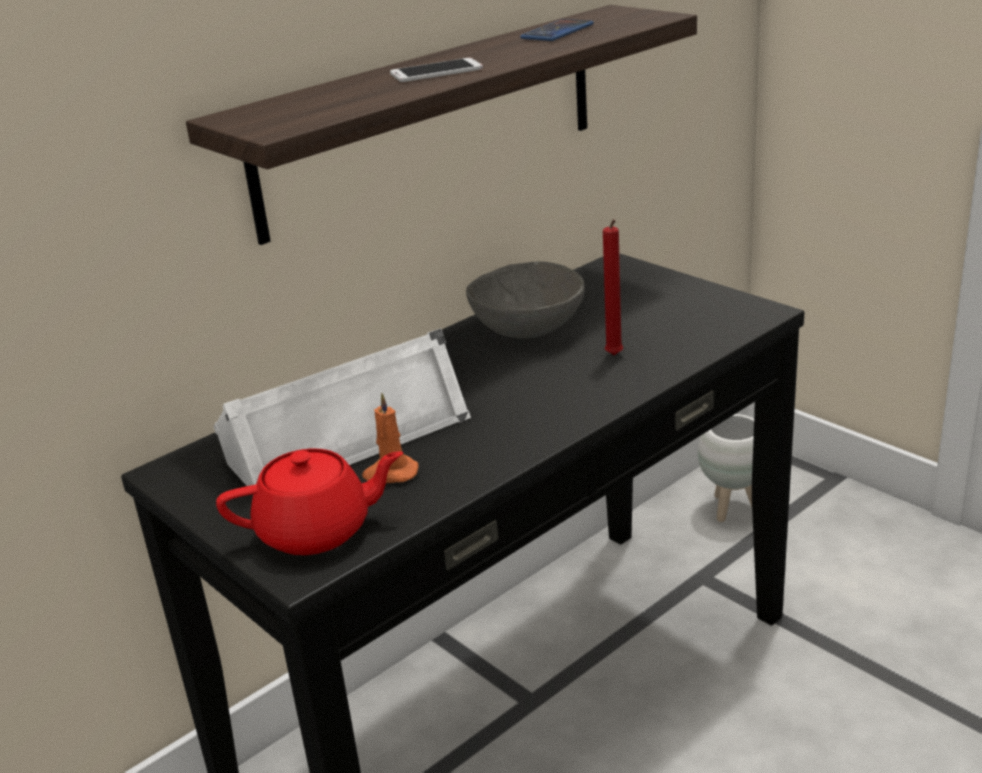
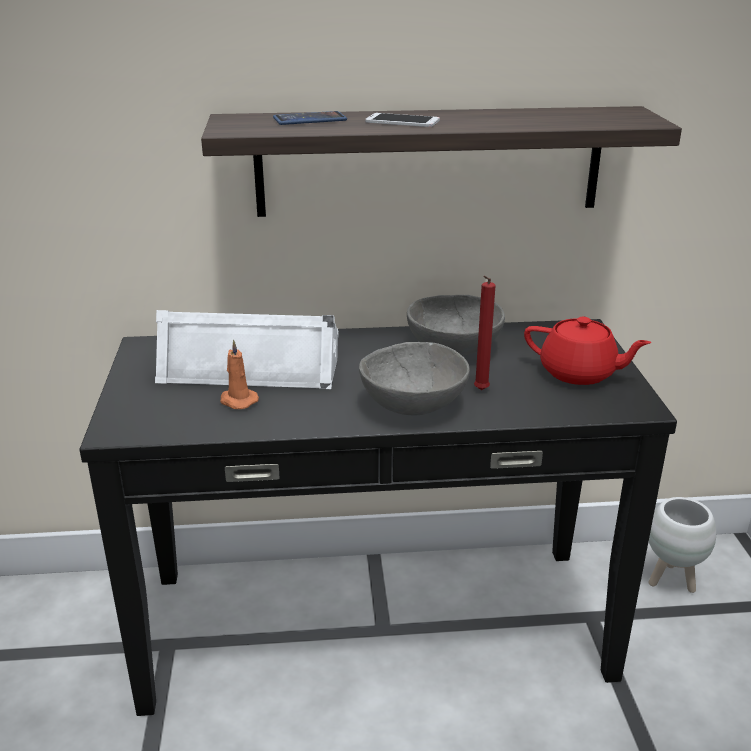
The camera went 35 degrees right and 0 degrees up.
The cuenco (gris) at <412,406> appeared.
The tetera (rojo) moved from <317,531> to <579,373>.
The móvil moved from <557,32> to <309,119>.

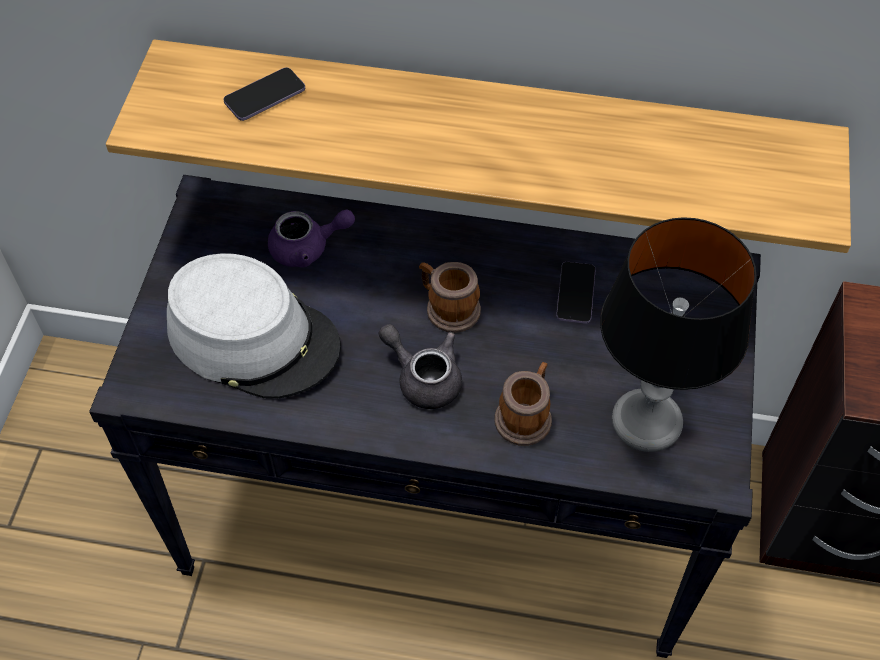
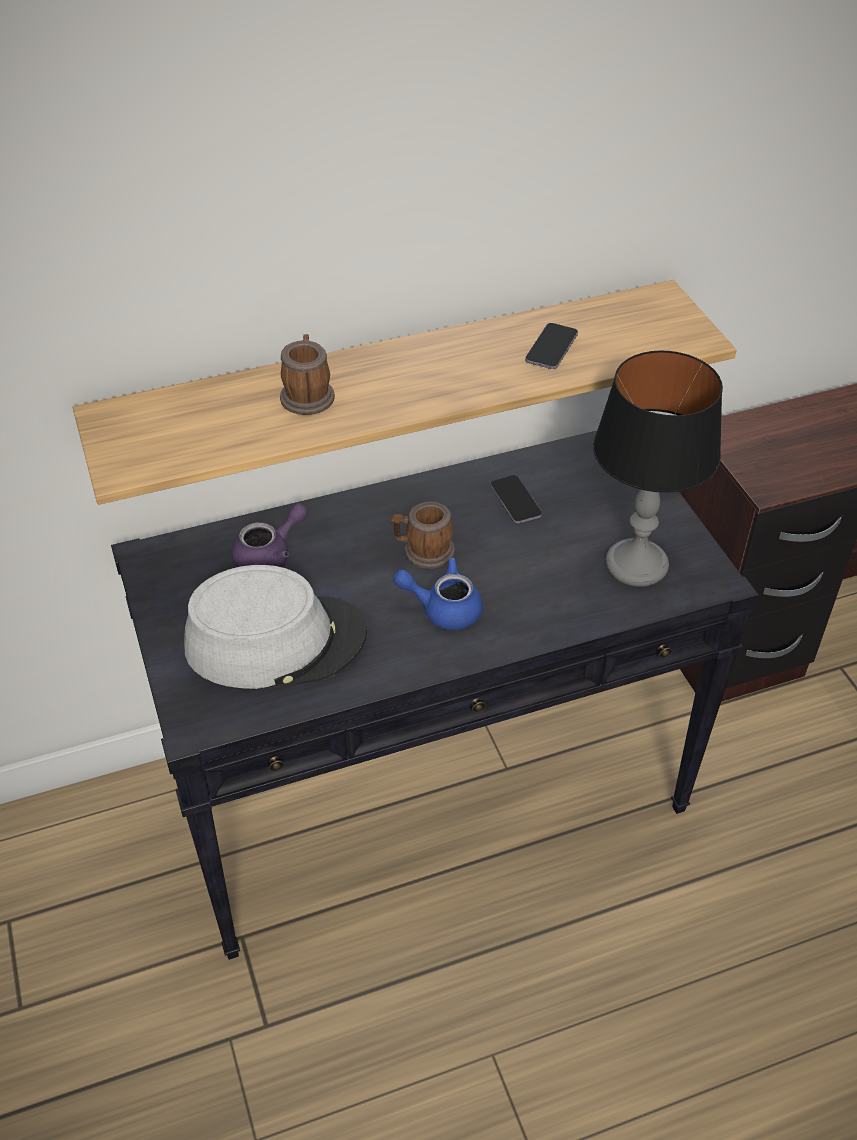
The camera went 30 degrees left and 10 degrees down.
The móvil moved from <265,96> to <551,348>.
The taza grande moved from <525,415> to <307,394>.
The tetera (gris) at <423,378> became the tetera (azul) at <443,608>.

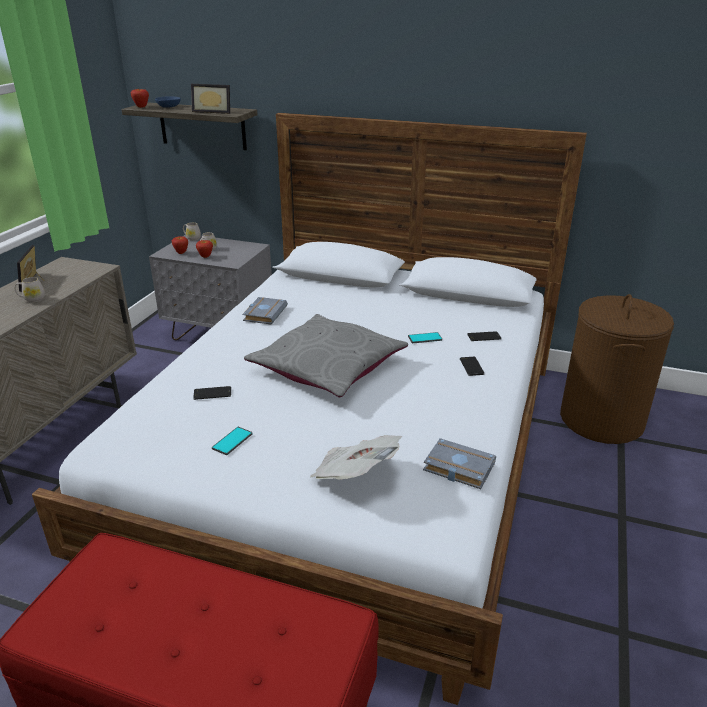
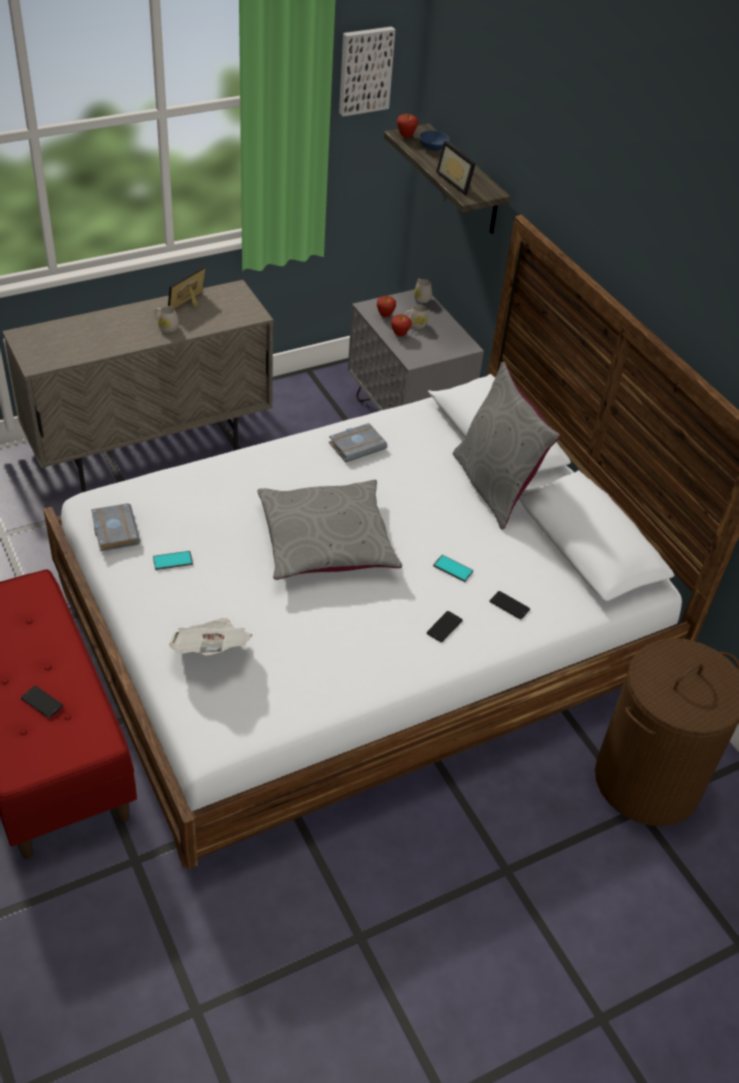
The camera went 40 degrees right and 15 degrees up.
The cuadro at <364,70> appeared.
The cojín (gris) at <494,487> appeared.
The móvil moved from <212,393> to <42,702>.
The libro (gris) moved from <457,468> to <113,530>.

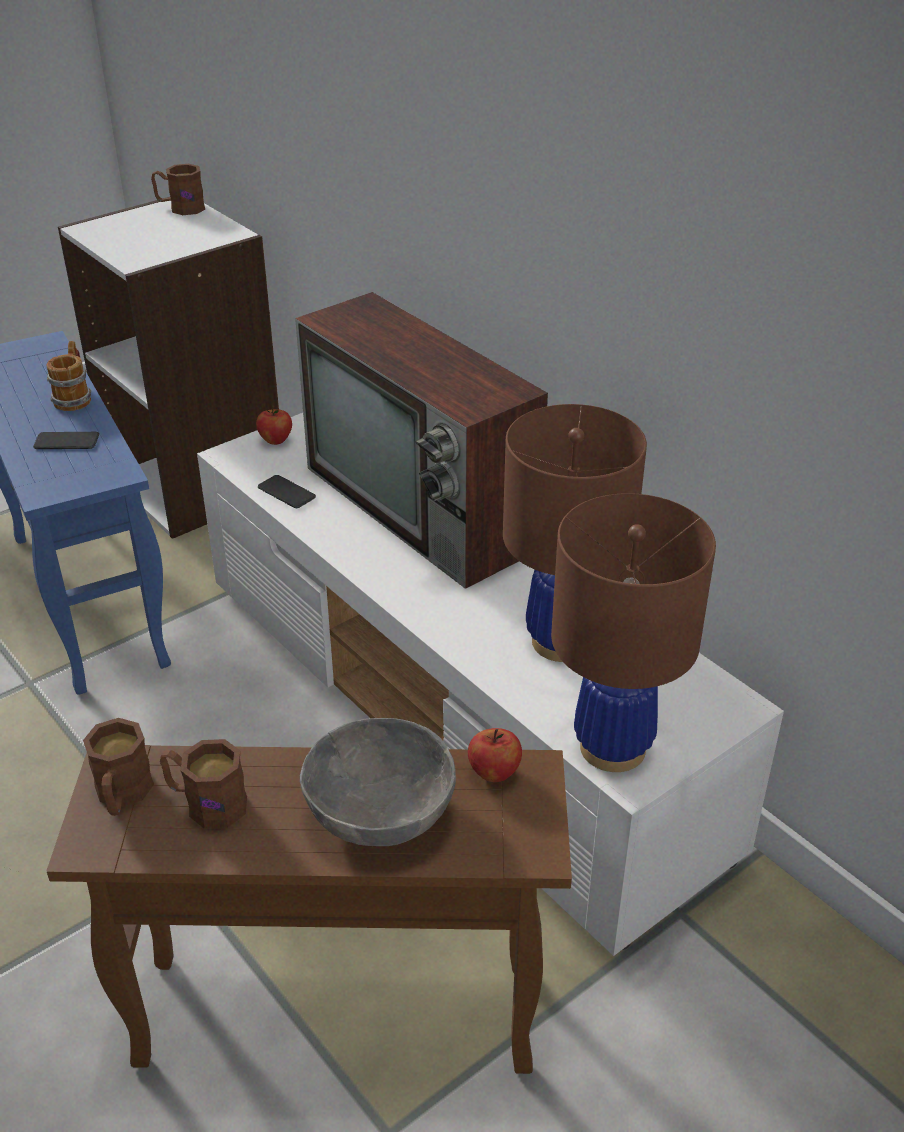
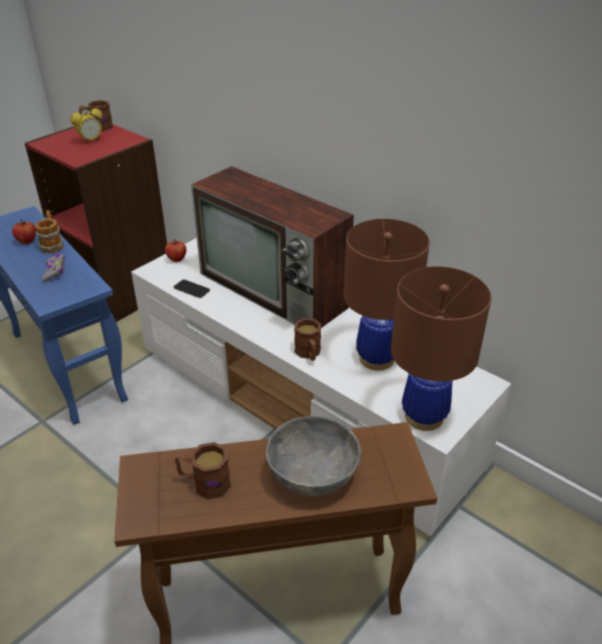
The camera went 10 degrees left and 0 degrees up.
The despertador at <91,140> appeared.
The taza grande (marrón) moved from <122,795> to <309,354>.
The manzana moved from <494,773> to <27,241>.
The móvil at <66,442> was replaced by the mando de consola (gris) at <55,271>.
The estantería (blanco) at <199,484> became the estantería (rojo) at <120,291>.

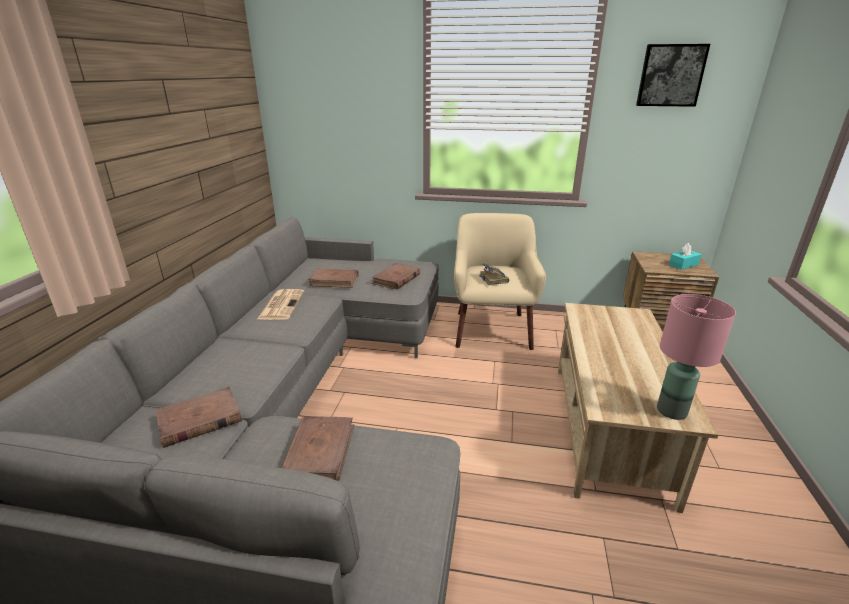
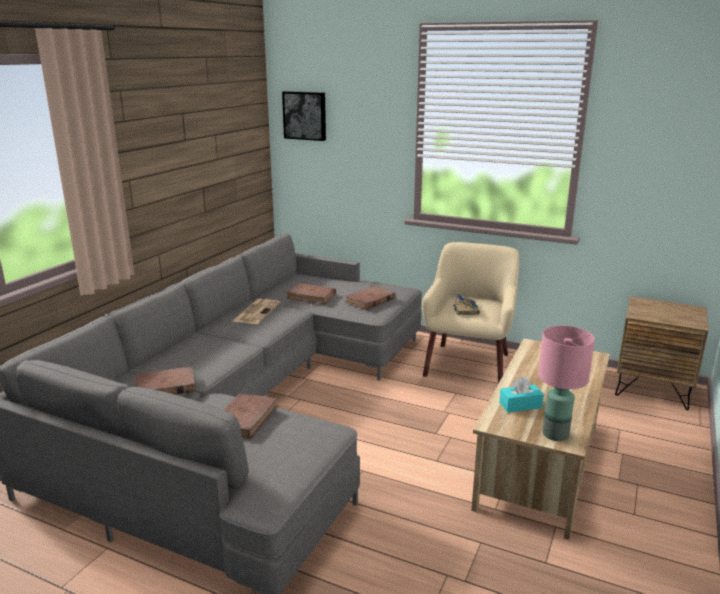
The camera went 15 degrees right and 5 degrees down.
The cuadro moved from <670,75> to <305,115>.
The caja de pañuelos (turquesa) moved from <683,265> to <520,405>.

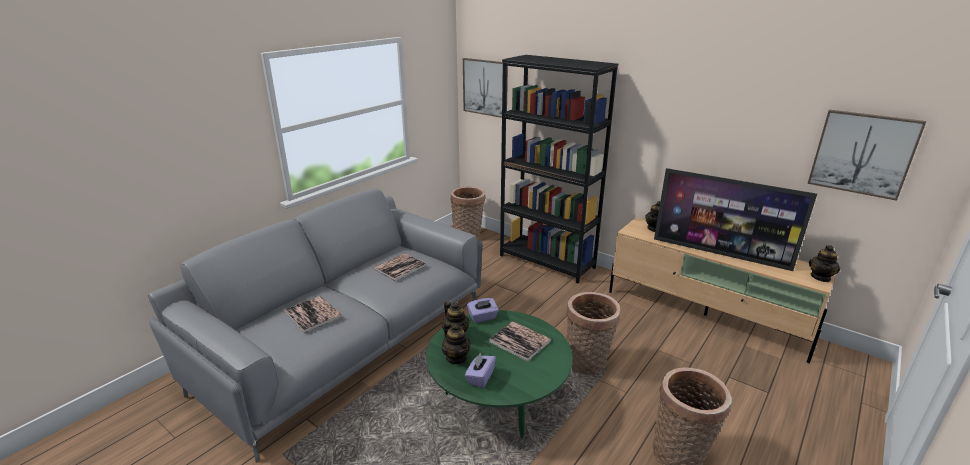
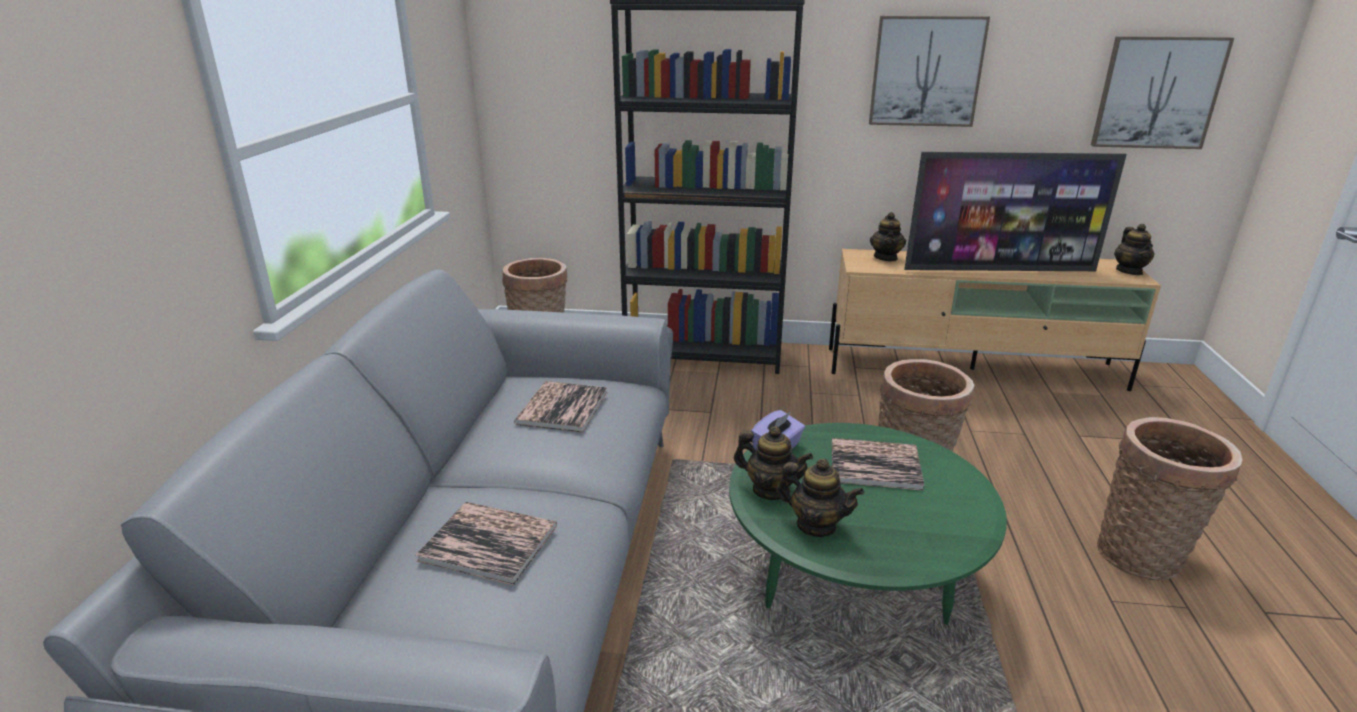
The camera went 30 degrees left and 0 degrees up.
The caja de pañuelos (morado) at <480,377> disappeared.
The cuadro moved from <485,87> to <926,71>.

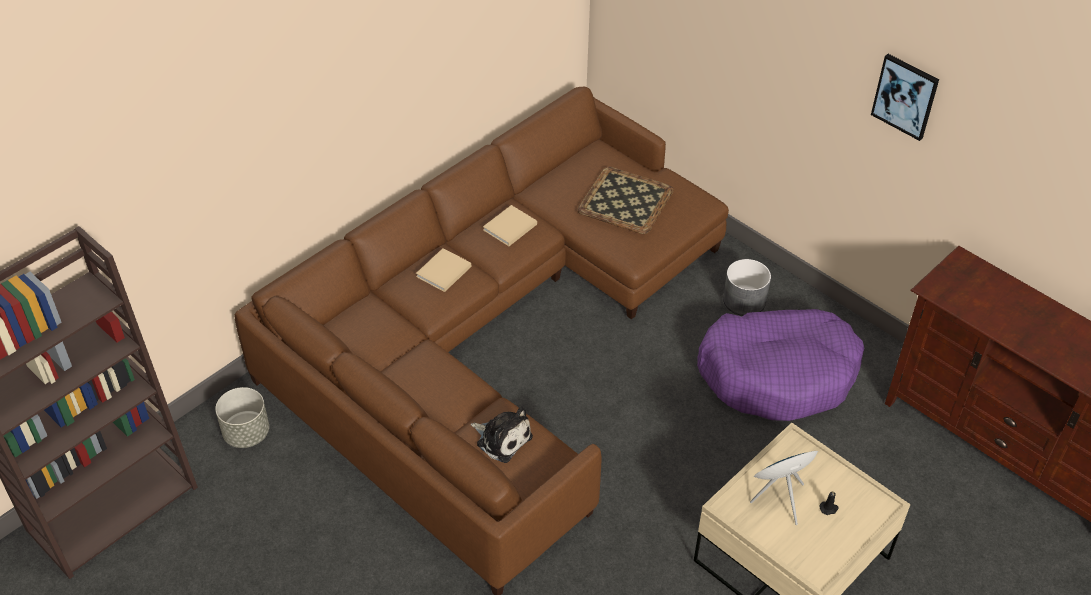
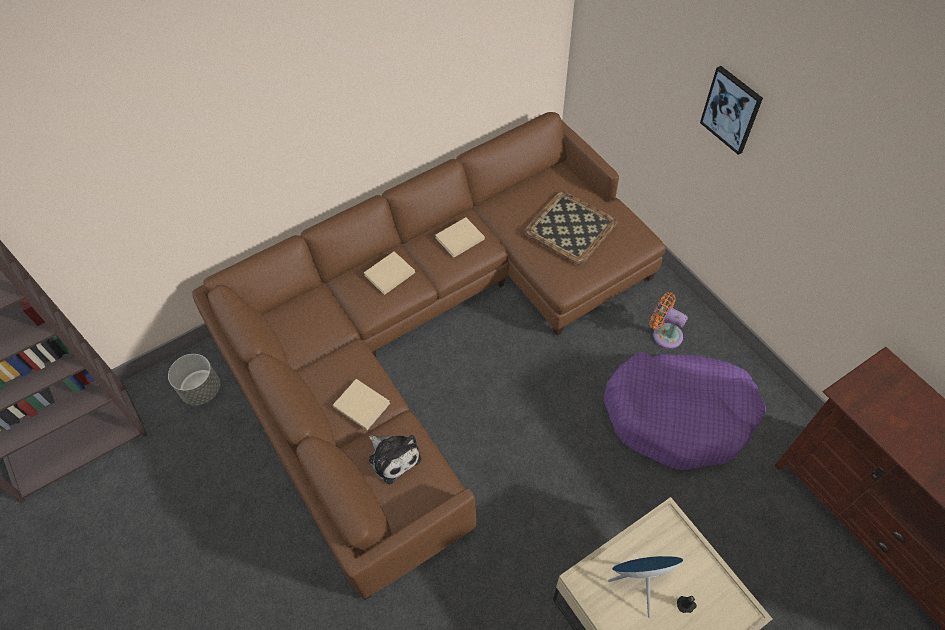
The camera went 15 degrees right and 10 degrees up.
The libro (beis) at <360,404> appeared.
The cuadro moved from <905,96> to <731,110>.
The maceta (gris) at <744,301> was replaced by the ventilador (naranja) at <664,334>.

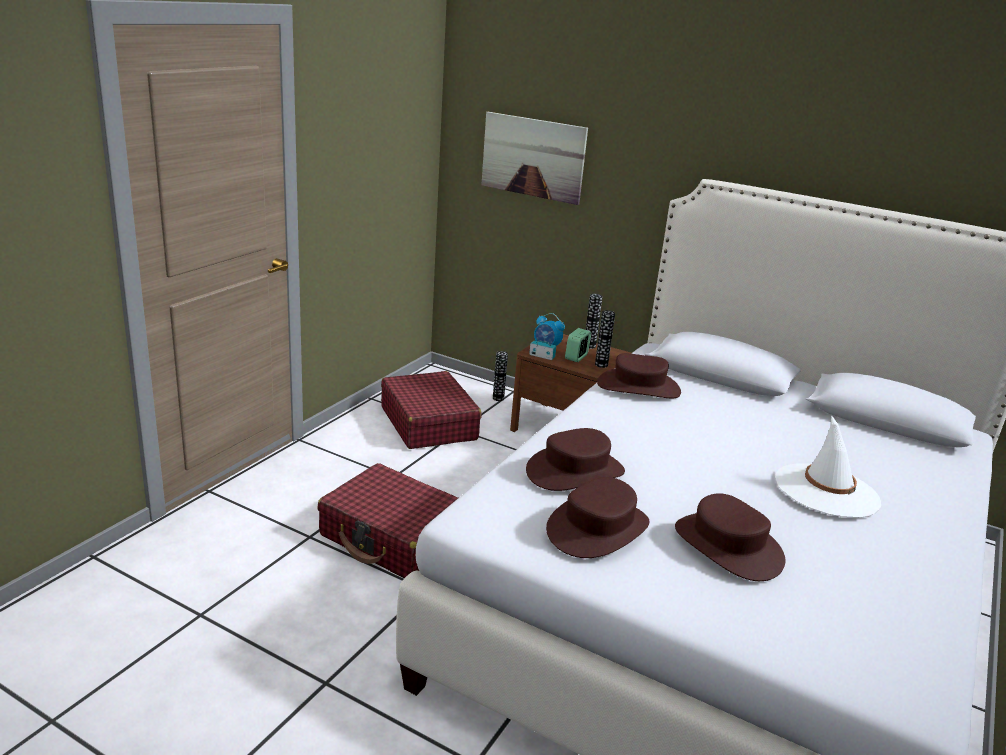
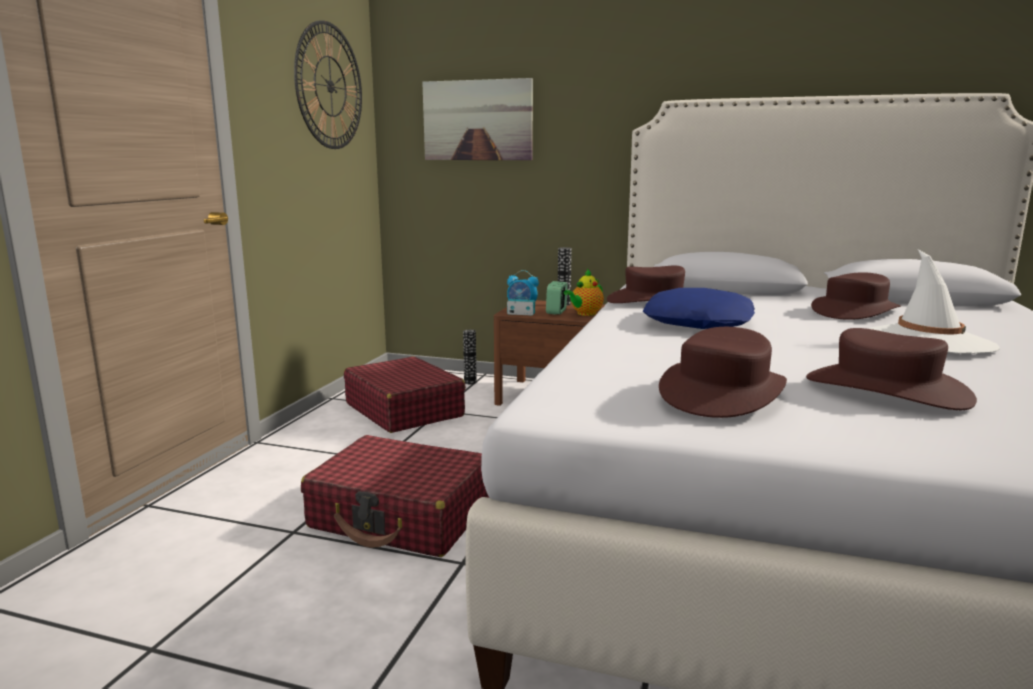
The camera went 10 degrees left and 10 degrees down.
The reloj de pared at <330,86> appeared.
The cojín (azul) at <699,322> appeared.
The sombrero (marrón) moved from <575,471> to <854,311>.
The florero at <601,365> was replaced by the tetera at <585,314>.

